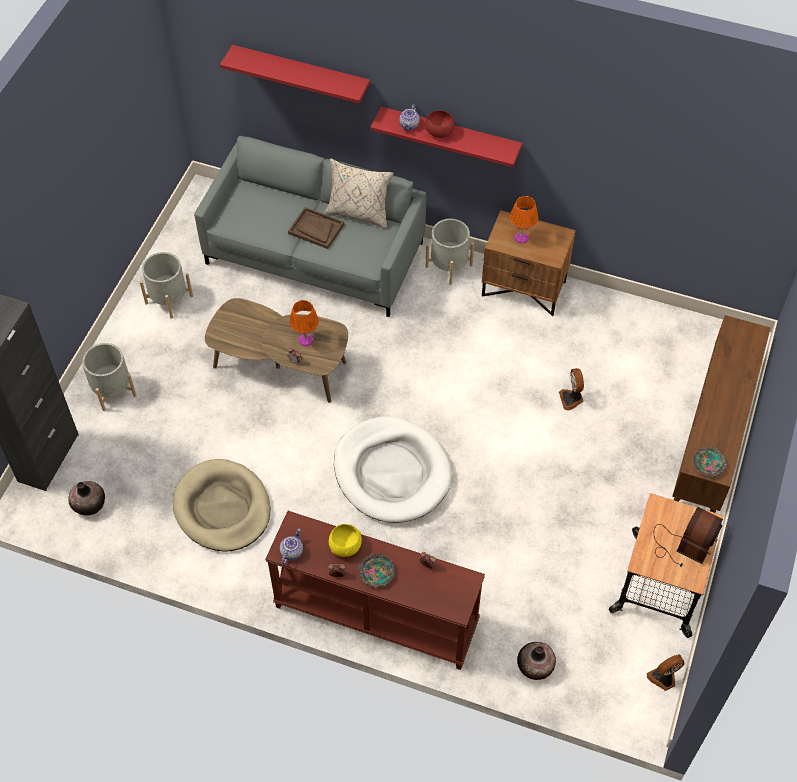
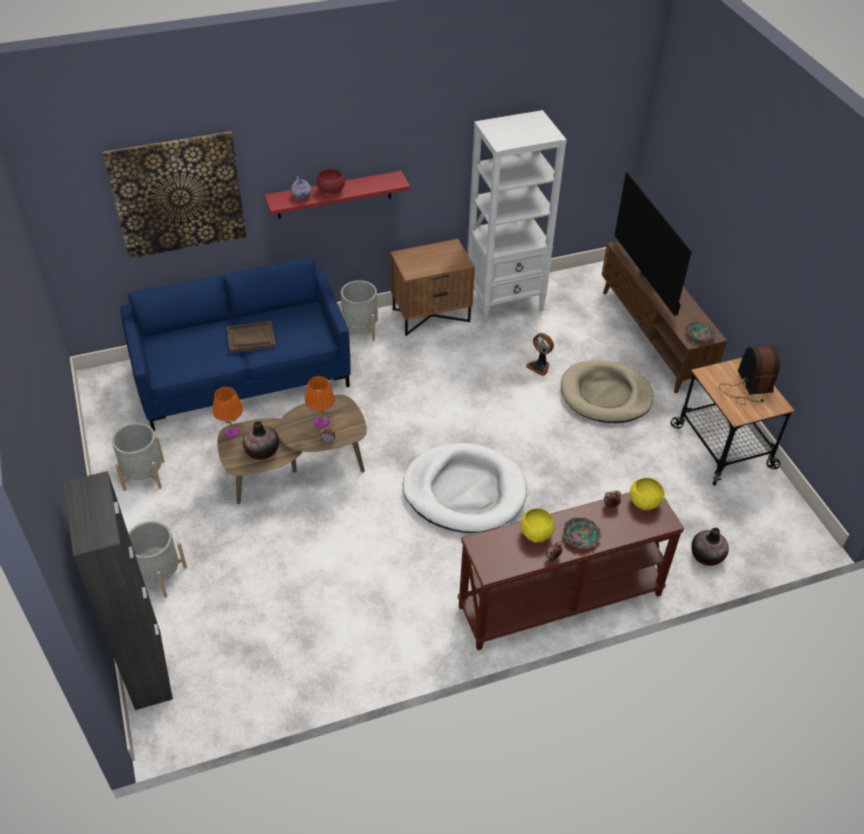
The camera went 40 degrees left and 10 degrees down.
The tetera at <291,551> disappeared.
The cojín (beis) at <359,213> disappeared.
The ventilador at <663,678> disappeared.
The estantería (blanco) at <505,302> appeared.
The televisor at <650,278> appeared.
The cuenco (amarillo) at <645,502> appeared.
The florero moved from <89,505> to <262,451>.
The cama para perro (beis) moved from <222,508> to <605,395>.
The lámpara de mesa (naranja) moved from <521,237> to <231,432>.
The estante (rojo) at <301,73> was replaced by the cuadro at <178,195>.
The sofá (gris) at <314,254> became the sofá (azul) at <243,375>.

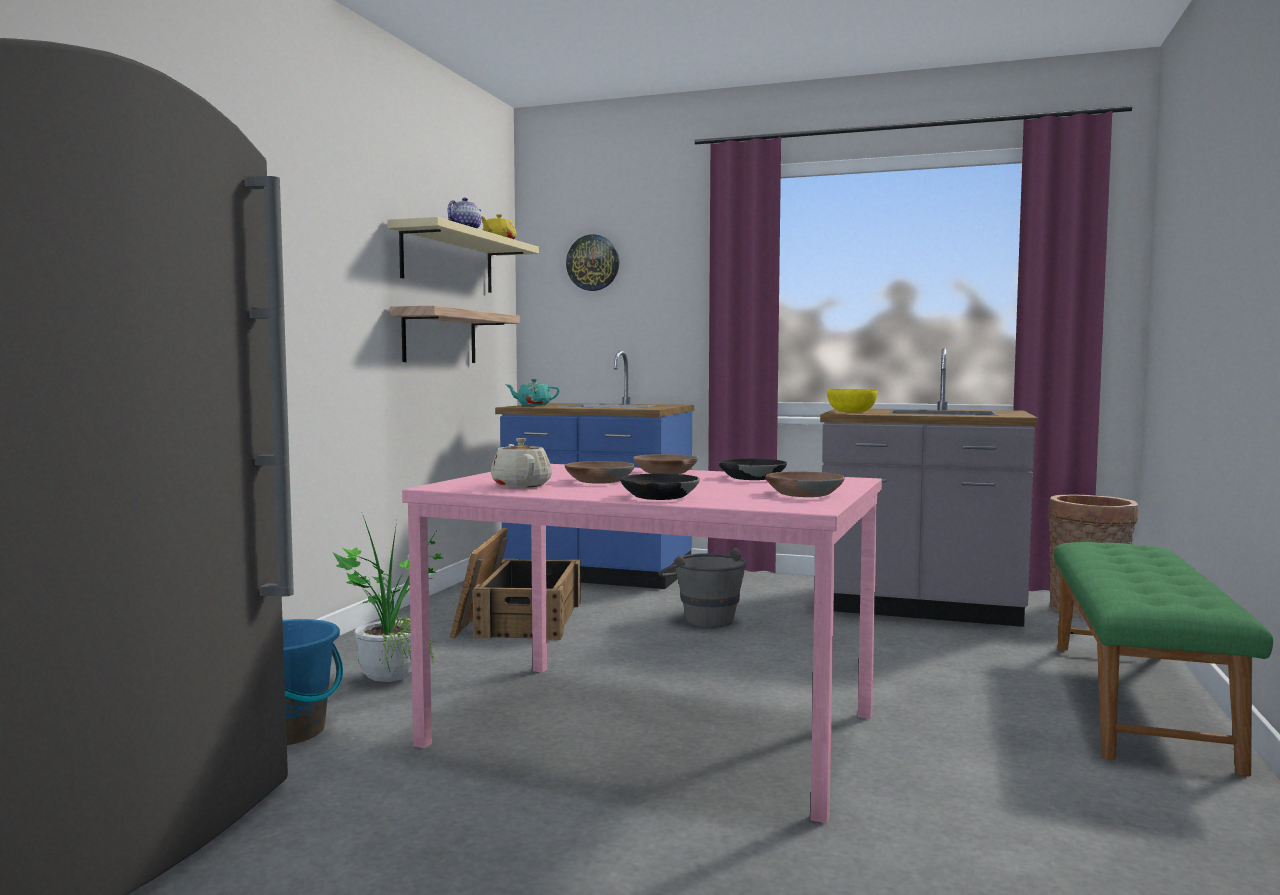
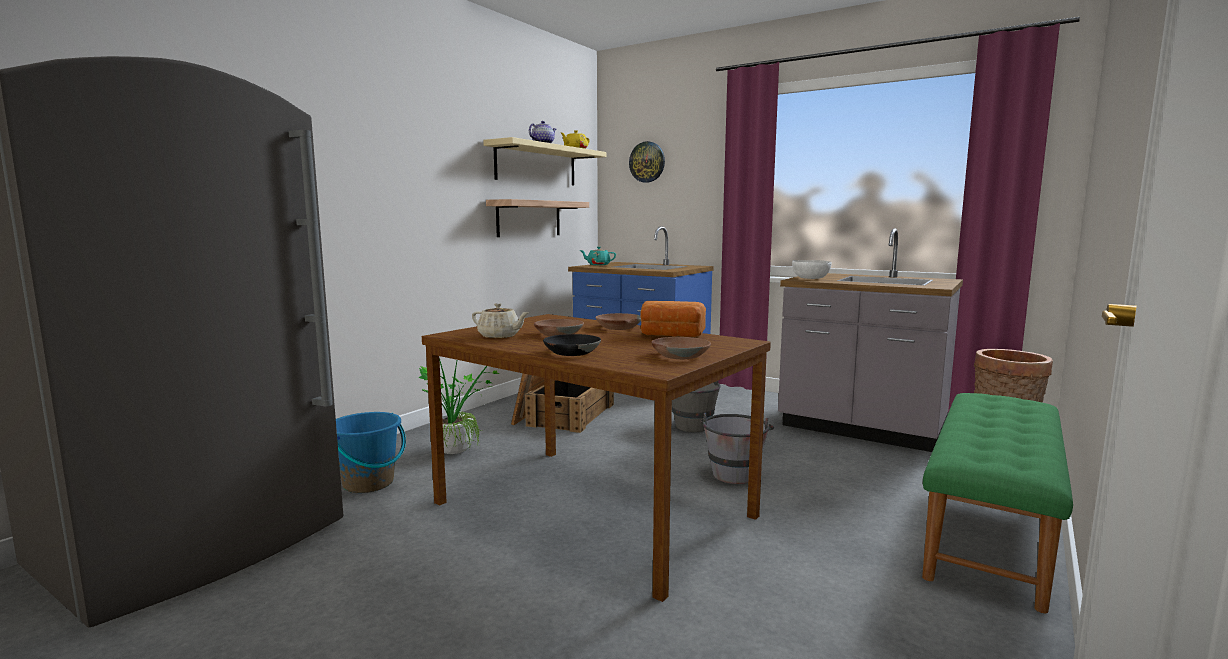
The camera went 15 degrees right and 5 degrees up.
The cubo (gris) at <734,471> appeared.
The cuenco (negro) at <751,477> was replaced by the pan at <671,336>.
The mesa de comedor (rosa) at <649,730> became the mesa de comedor (marrón) at <590,509>.
The cuenco (amarillo) at <851,412> became the cuenco (blanco) at <810,278>.
The tetera (beis) at <521,485> turned 120 degrees clockwise.

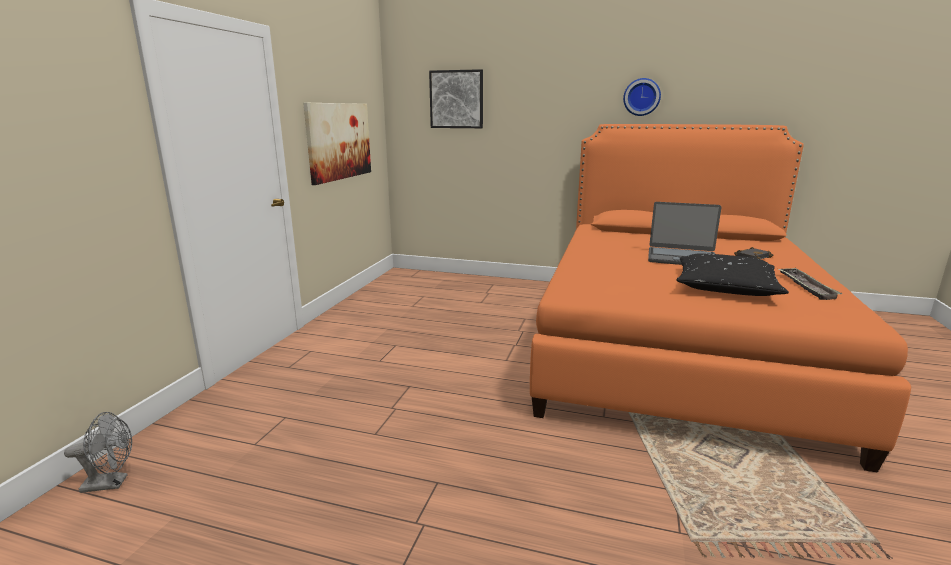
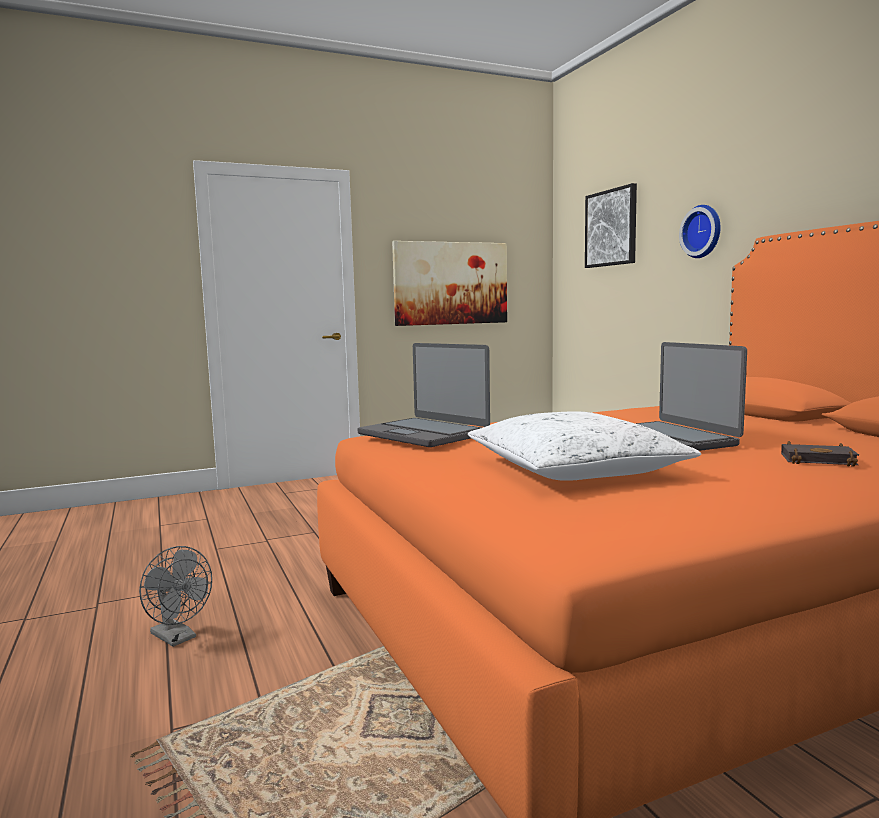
The camera went 50 degrees right and 10 degrees down.
The bandeja at <806,287> disappeared.
The portátil at <424,434> appeared.
The ventilador (gris) moved from <111,483> to <178,638>.
The reloj de pared moved from <641,97> to <703,231>.
The cojín (negro) at <725,287> became the cojín (blanco) at <574,469>.

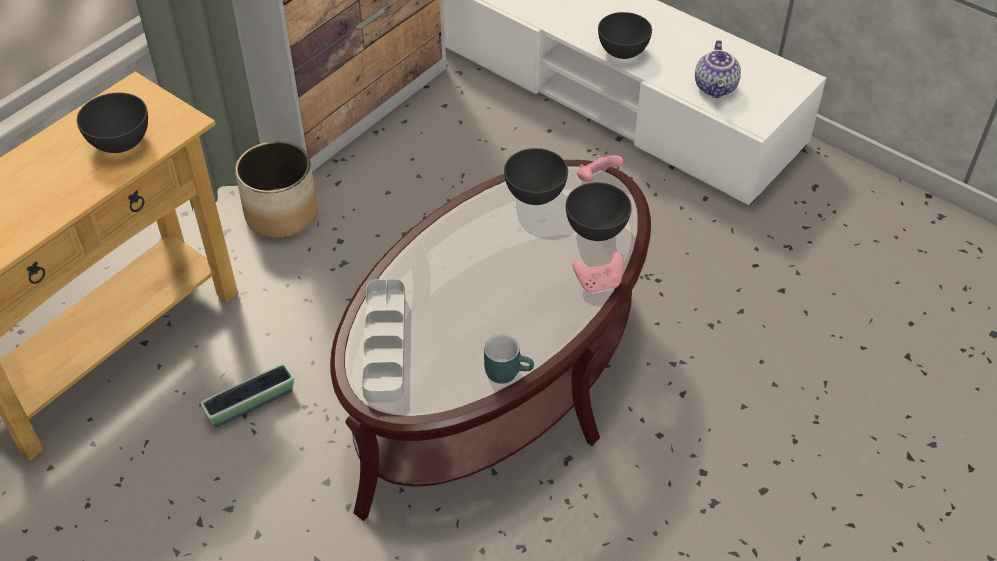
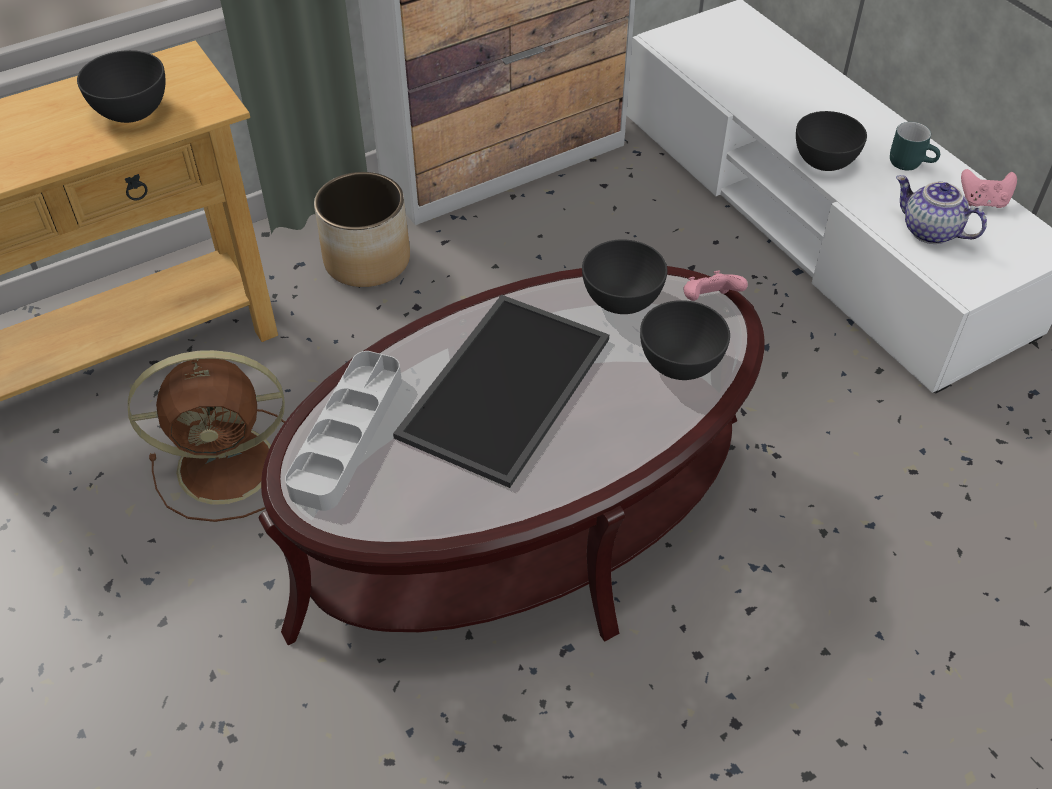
The camera went 20 degrees right and 0 degrees up.
The bandeja at <503,384> appeared.
The taza grande (turquesa) moved from <507,370> to <910,162>.
The mando de consola (rosa) moved from <598,283> to <983,202>.
The maceta at <251,403> was replaced by the ventilador (marrón) at <231,464>.
The tetera at <716,87> turned 105 degrees clockwise.

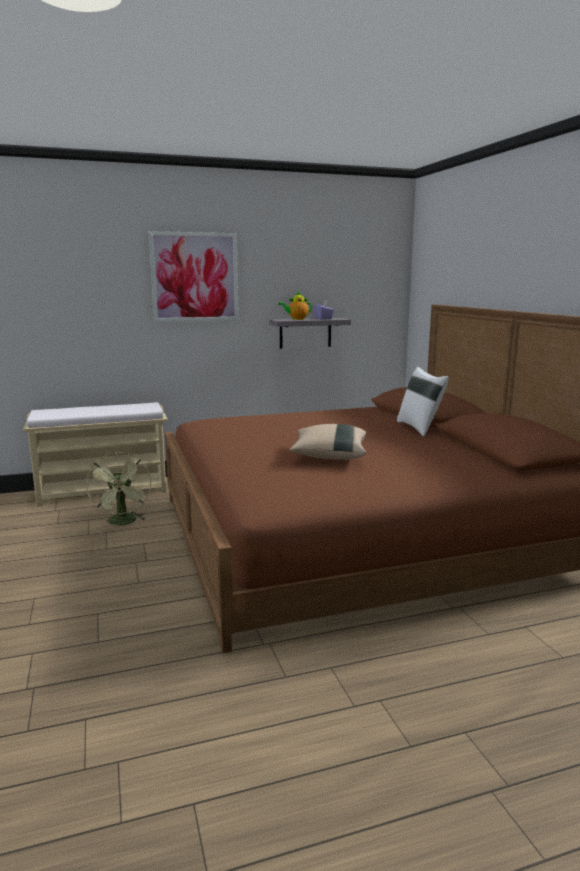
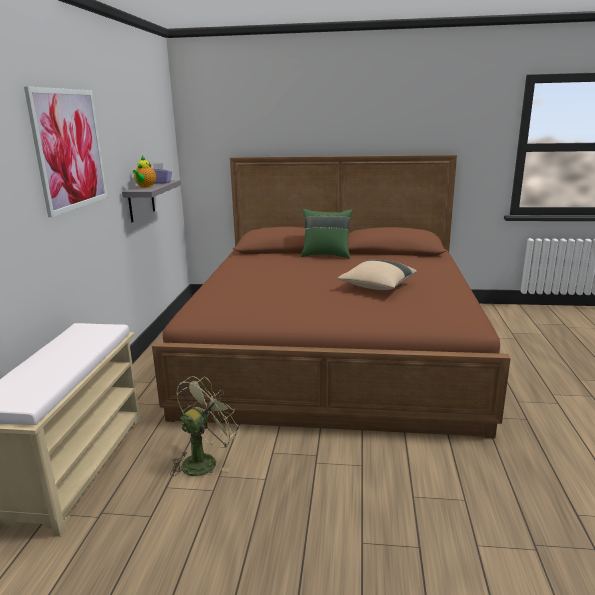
The camera went 65 degrees left and 5 degrees up.
The cojín (blanco) at <420,428> became the cojín (verde) at <326,255>.
The ventilador (verde) at <123,523> turned 60 degrees counterclockwise.

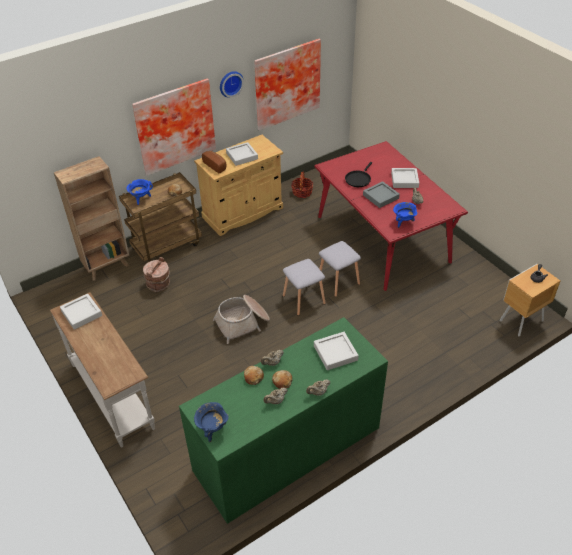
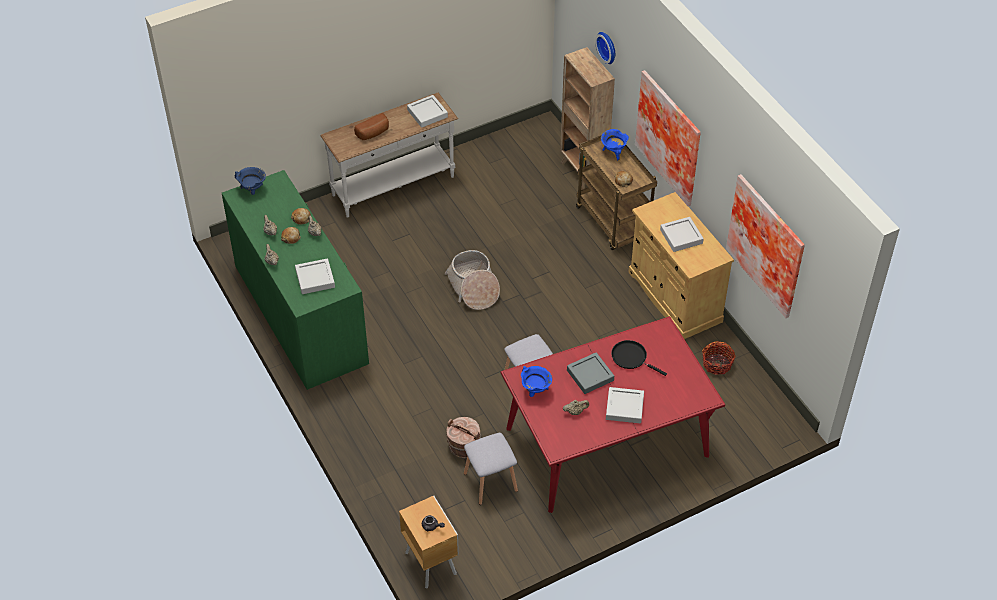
The camera went 95 degrees right and 5 degrees up.
The cubo (marrón) moved from <159,284> to <464,447>.
The pan moved from <216,165> to <373,133>.
The reloj de pared moved from <230,83> to <608,47>.
The taburete (gris) moved from <303,300> to <489,481>.

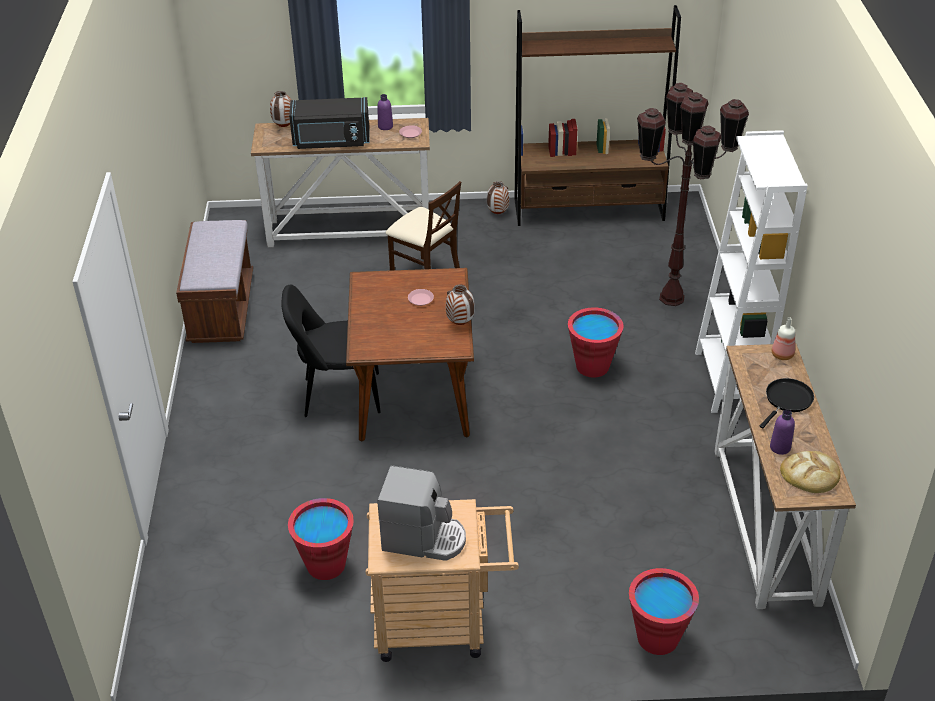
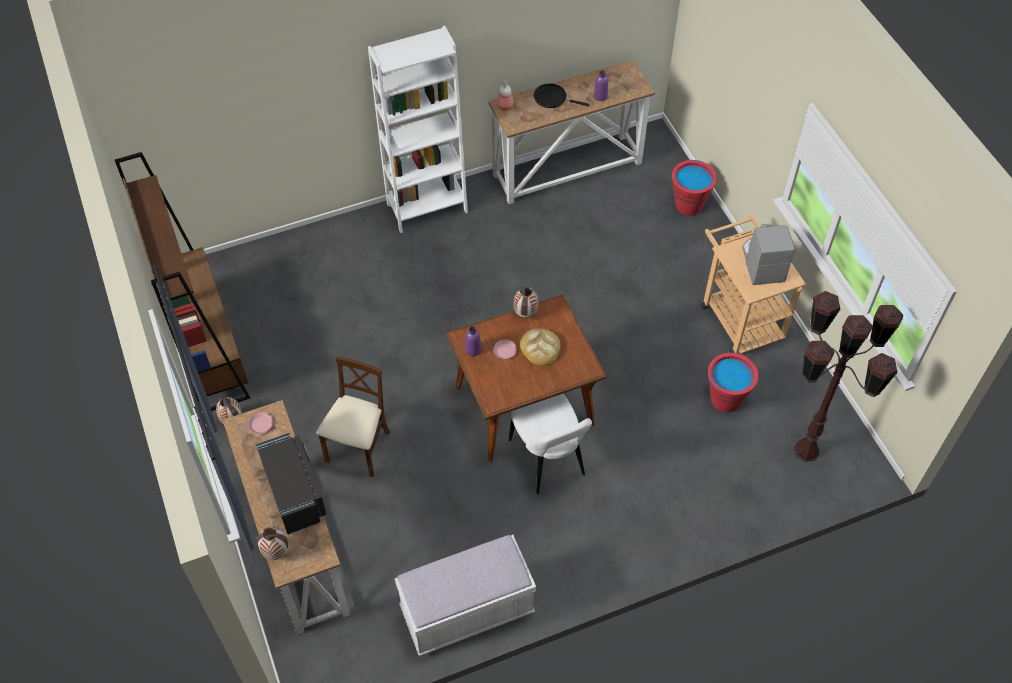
The camera went 110 degrees left and 15 degrees up.
The cubo (rojo) at <592,366> disappeared.
The botella (morado) moved from <385,126> to <473,350>.
The lámpara de pie (marrón) moved from <672,298> to <806,450>.
The pan moved from <810,474> to <540,348>.
The banco (marrón) at <221,309> became the banco (blanco) at <467,611>.
The silla (negro) at <337,396> became the silla (blanco) at <548,460>.

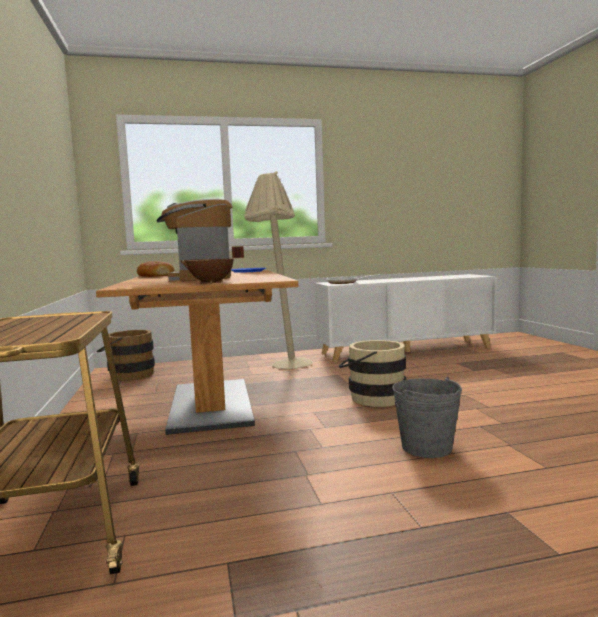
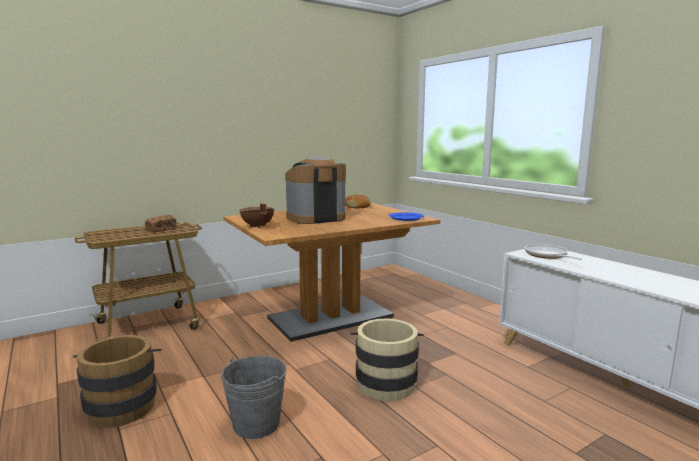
The camera went 70 degrees right and 5 degrees up.
The lámpara de pie (beis) at <282,364> disappeared.
The pan at <161,230> appeared.
The cubo (marrón) moved from <128,375> to <123,404>.

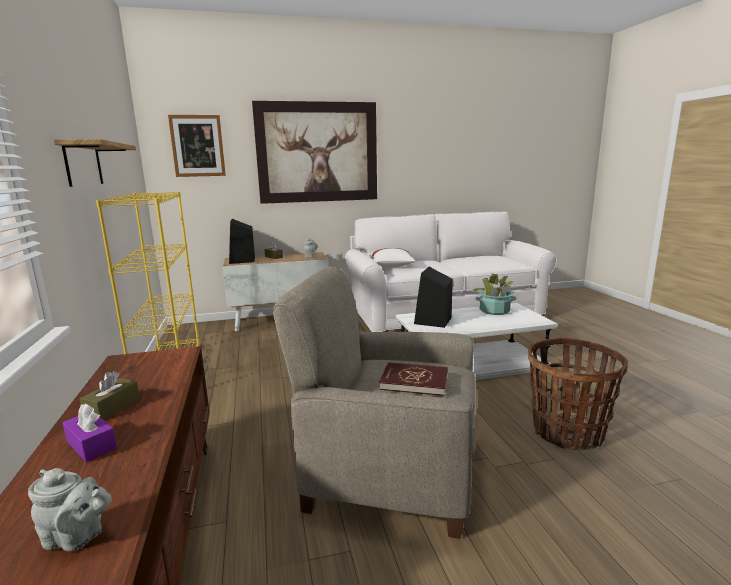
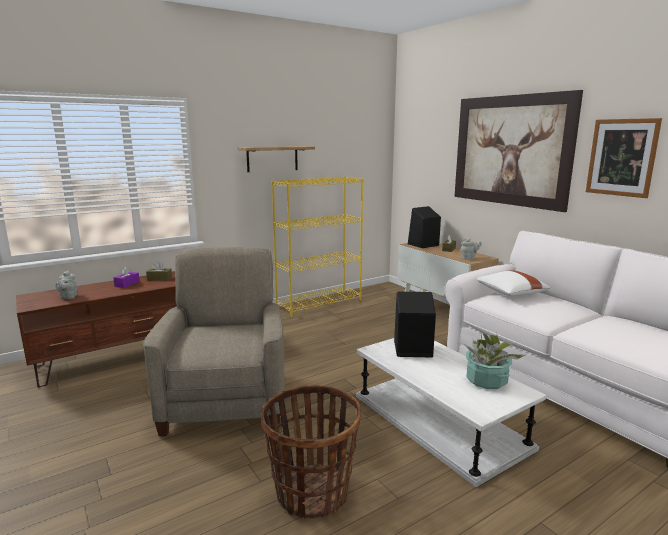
The camera went 70 degrees right and 0 degrees up.
The libro (rojo) at <414,381> disappeared.
The cuadro moved from <197,146> to <621,157>.

